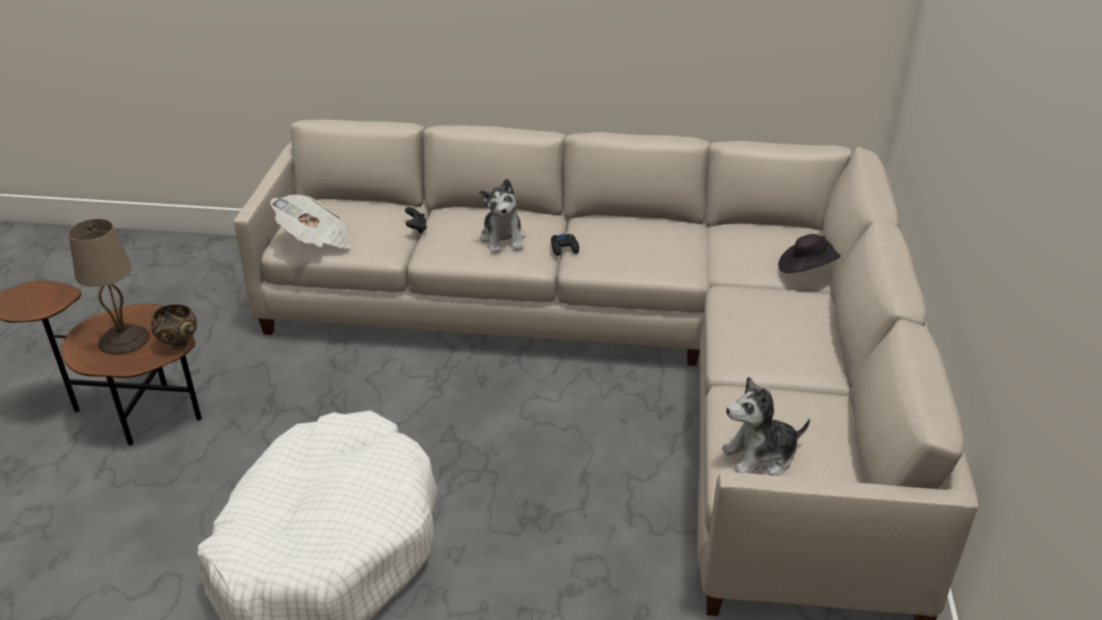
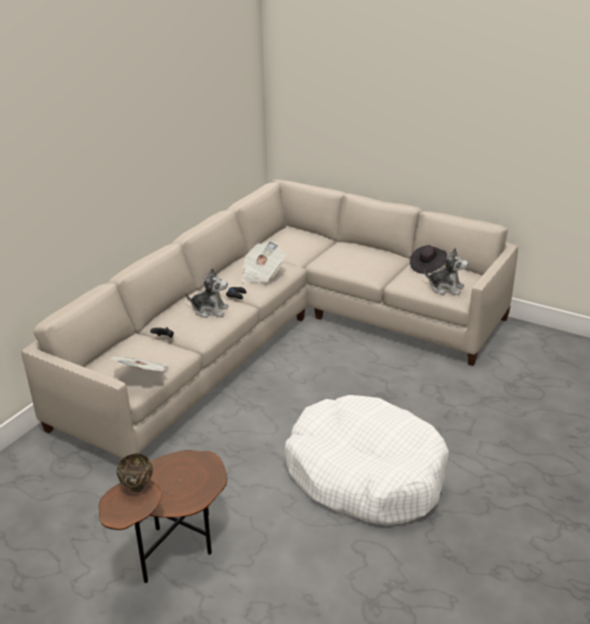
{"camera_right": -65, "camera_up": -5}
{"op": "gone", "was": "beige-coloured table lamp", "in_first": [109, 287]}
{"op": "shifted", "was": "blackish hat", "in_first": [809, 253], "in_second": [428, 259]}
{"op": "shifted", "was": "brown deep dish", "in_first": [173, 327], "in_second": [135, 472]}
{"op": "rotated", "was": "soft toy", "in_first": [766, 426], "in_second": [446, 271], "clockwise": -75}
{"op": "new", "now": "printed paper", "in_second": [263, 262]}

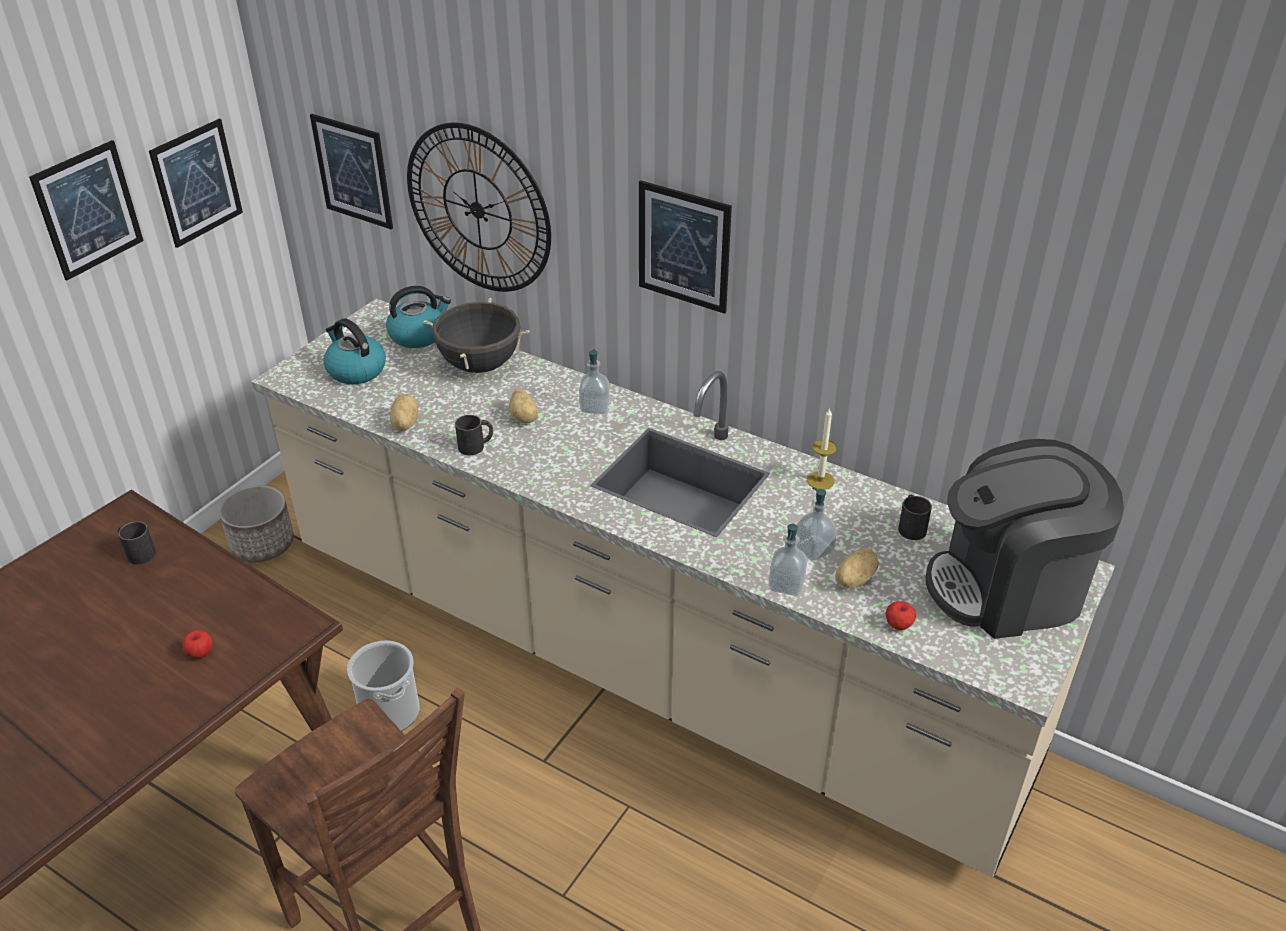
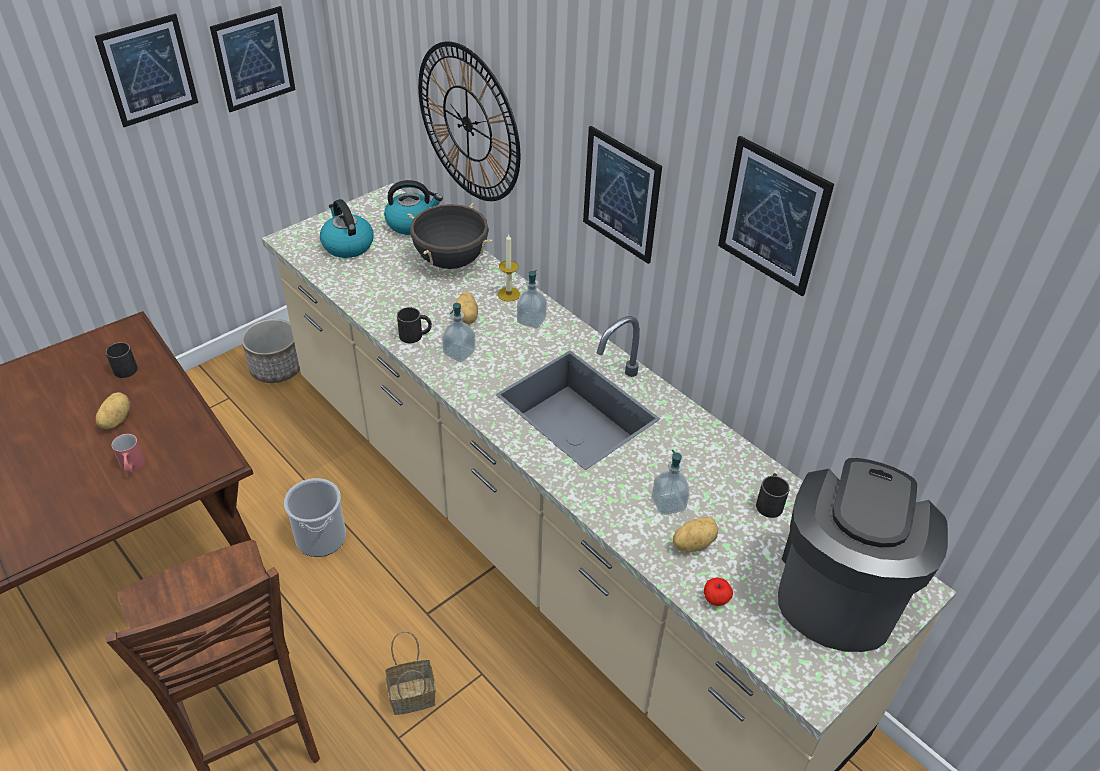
{"camera_right": 15, "camera_up": 5}
{"op": "shifted", "was": "wall art", "in_first": [351, 172], "in_second": [776, 216]}
{"op": "shifted", "was": "spud", "in_first": [404, 412], "in_second": [113, 410]}
{"op": "shifted", "was": "wax light", "in_first": [822, 449], "in_second": [509, 267]}
{"op": "rotated", "was": "coffee maker", "in_first": [1025, 539], "in_second": [863, 555], "clockwise": 105}
{"op": "shifted", "was": "soap dispenser", "in_first": [788, 560], "in_second": [458, 332]}
{"op": "swapped", "was": "apple fruit", "now": "reddish coffee mug", "in_first": [198, 644], "in_second": [128, 454]}
{"op": "new", "now": "storage basket", "in_second": [410, 673]}

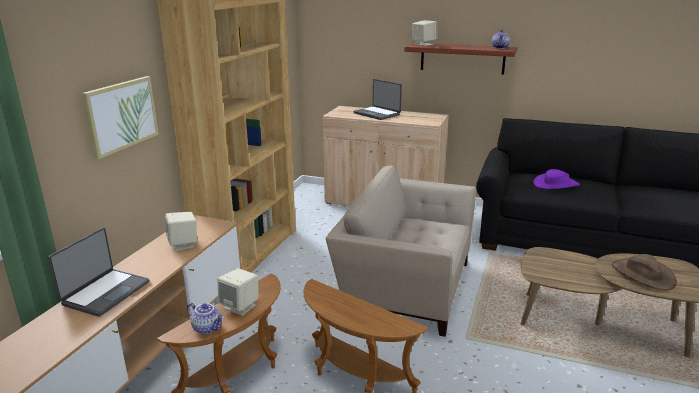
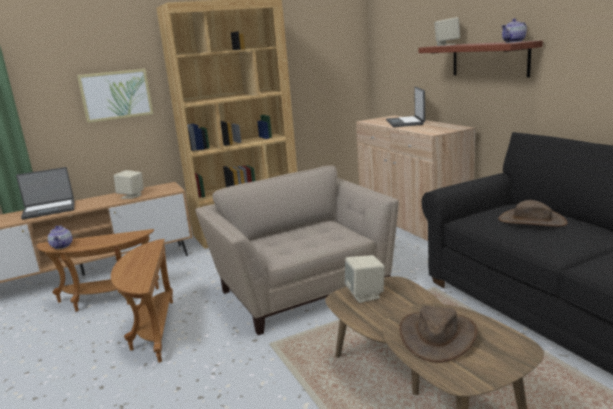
{"camera_right": 45, "camera_up": -5}
{"op": "repainted", "was": "purple hat", "now": "brown hat", "in_first": [557, 179], "in_second": [533, 213]}
{"op": "shifted", "was": "beige-coloured audio speaker", "in_first": [238, 292], "in_second": [365, 279]}

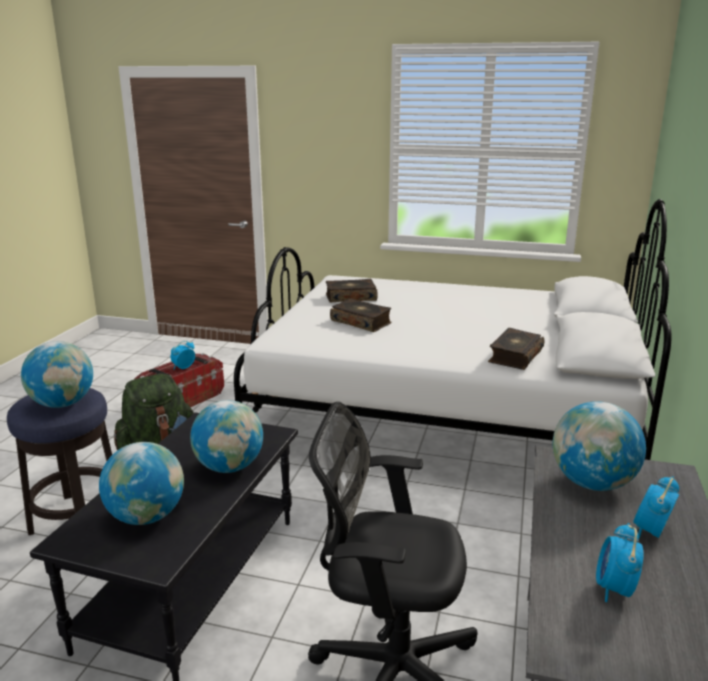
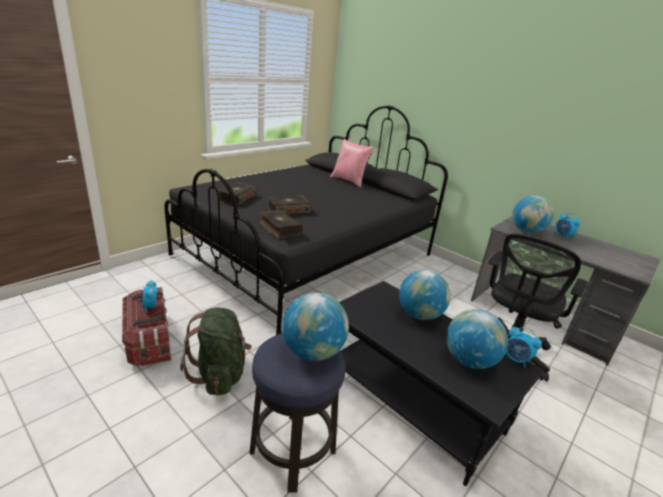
{"camera_right": -65, "camera_up": 5}
{"op": "repainted", "was": "whitish bedroom bed", "now": "blackish bedroom bed", "in_first": [452, 329], "in_second": [306, 220]}
{"op": "shifted", "was": "book", "in_first": [516, 349], "in_second": [281, 224]}
{"op": "shifted", "was": "table clock", "in_first": [619, 562], "in_second": [523, 347]}
{"op": "new", "now": "pink-coloured pillow", "in_second": [352, 163]}

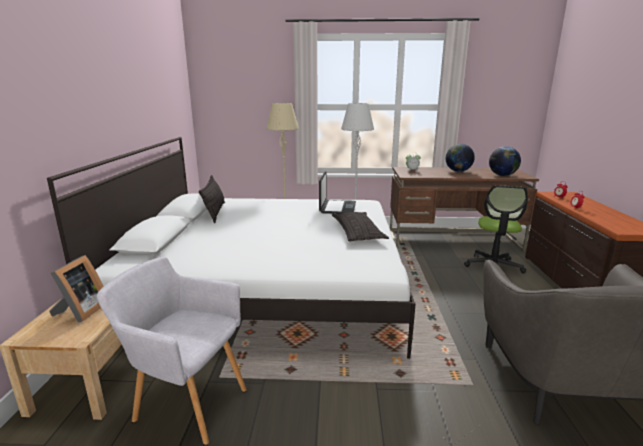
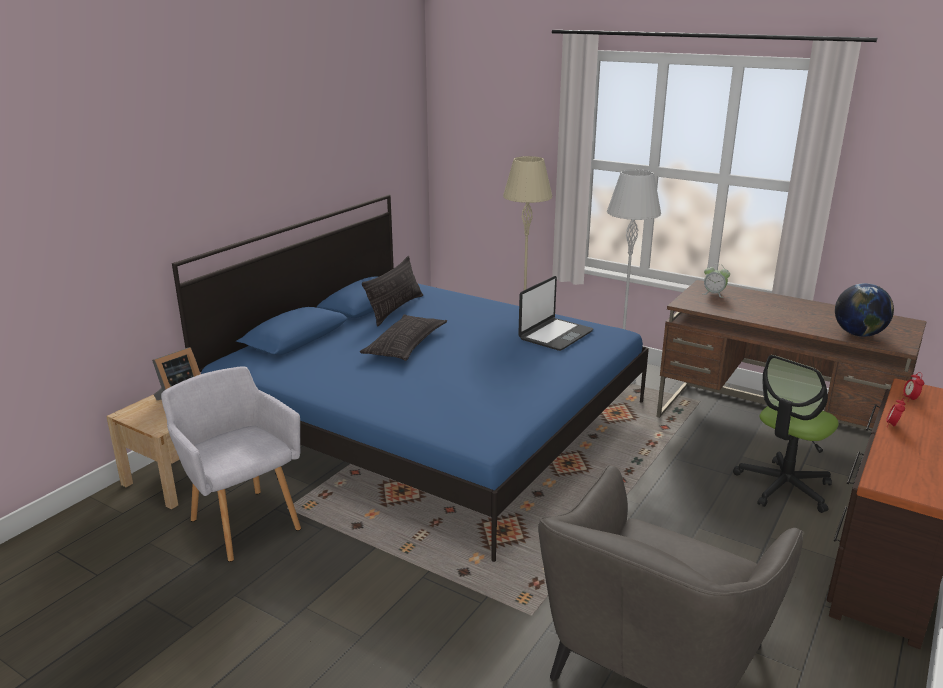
{"camera_right": 30, "camera_up": 5}
{"op": "repainted", "was": "whitish bedroom bed", "now": "blue-coloured bedroom bed", "in_first": [231, 248], "in_second": [410, 378]}
{"op": "gone", "was": "globe", "in_first": [460, 158]}
{"op": "shifted", "was": "pillow", "in_first": [360, 226], "in_second": [403, 338]}

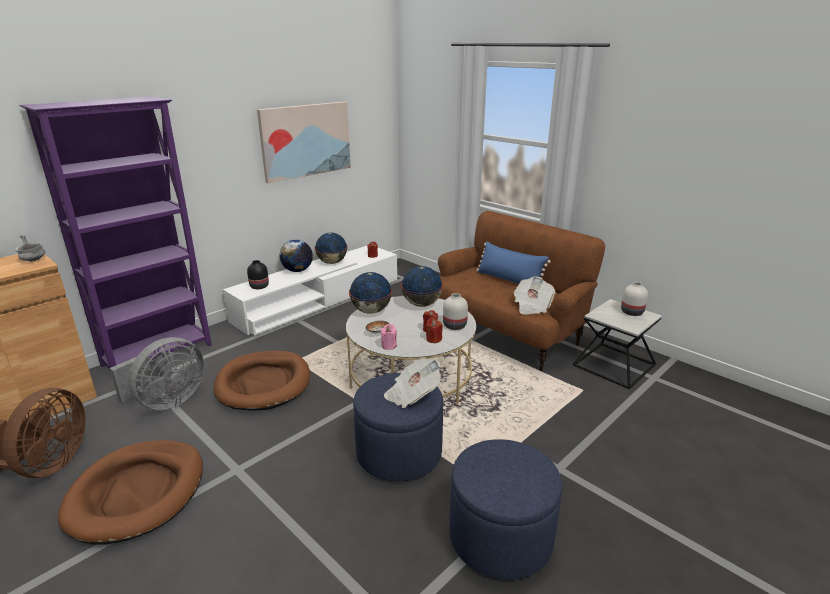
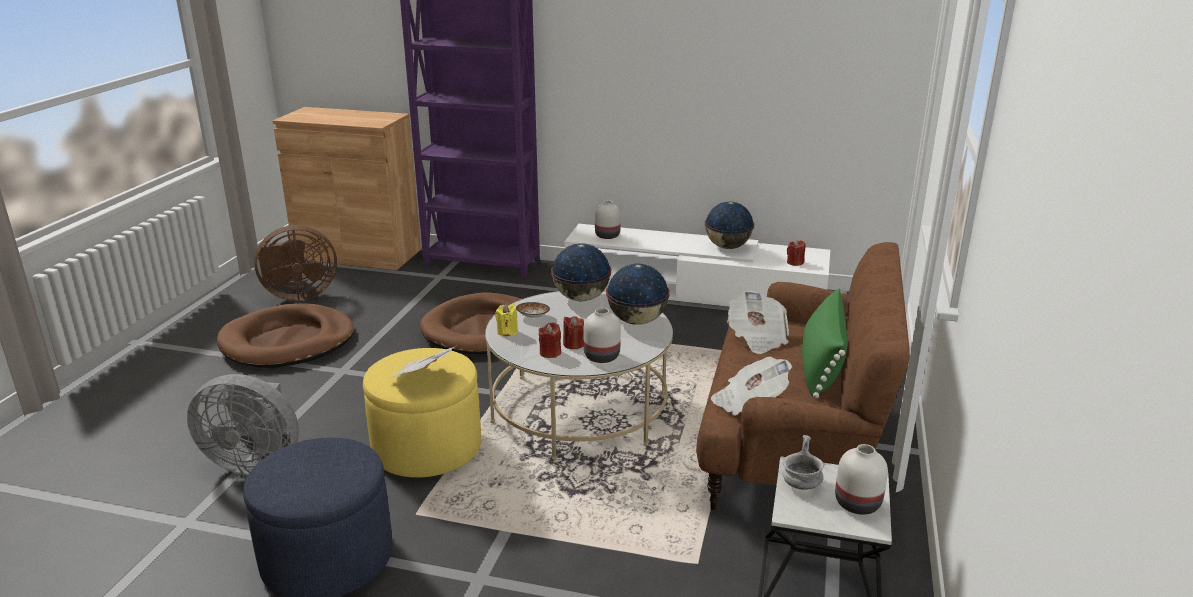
{"camera_right": 60, "camera_up": 0}
{"op": "gone", "was": "wall art", "in_first": [304, 143]}
{"op": "shifted", "was": "gray deep dish", "in_first": [30, 248], "in_second": [803, 462]}
{"op": "gone", "was": "globe", "in_first": [296, 255]}
{"op": "repainted", "was": "blue-coloured pillow", "now": "greenish pillow", "in_first": [514, 262], "in_second": [824, 343]}
{"op": "repainted", "was": "blackish flower vase", "now": "whitish flower vase", "in_first": [258, 274], "in_second": [608, 219]}
{"op": "repainted", "was": "pink-coloured wax light", "now": "yellow wax light", "in_first": [389, 337], "in_second": [506, 320]}
{"op": "shifted", "was": "gray electric fan", "in_first": [157, 373], "in_second": [243, 424]}
{"op": "repainted", "was": "blue-coloured footrest", "now": "yellow footrest", "in_first": [398, 427], "in_second": [422, 413]}
{"op": "new", "now": "printed paper", "in_second": [758, 322]}

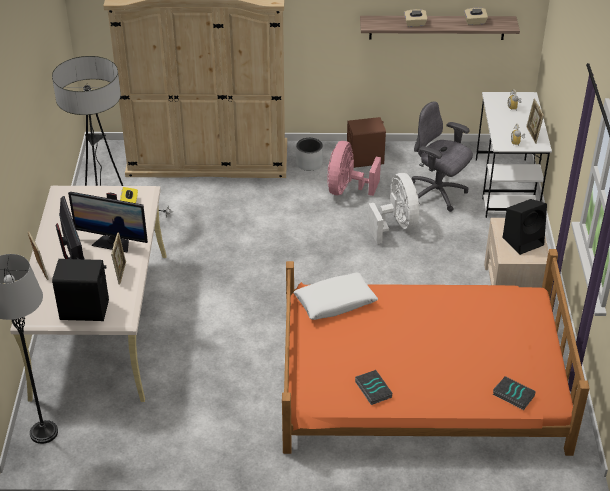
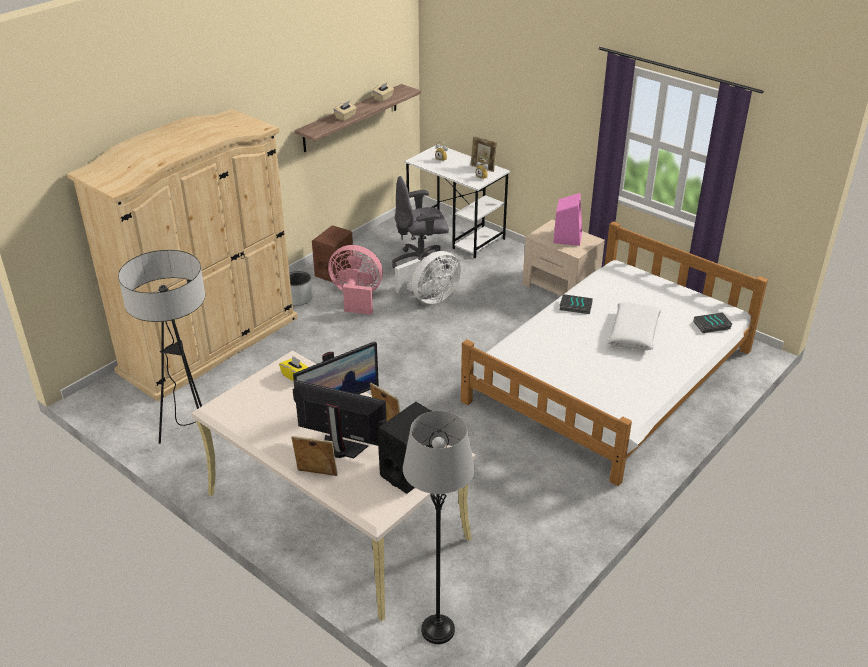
{"camera_right": -50, "camera_up": -5}
{"op": "rotated", "was": "pink-coloured electric fan", "in_first": [354, 168], "in_second": [355, 280], "clockwise": 135}
{"op": "rotated", "was": "whitish electric fan", "in_first": [394, 208], "in_second": [428, 277], "clockwise": 120}
{"op": "repainted", "was": "blackish audio speaker", "now": "pink-coloured audio speaker", "in_first": [525, 227], "in_second": [568, 219]}
{"op": "repainted", "was": "orangey bedroom bed", "now": "whitish bedroom bed", "in_first": [436, 352], "in_second": [614, 353]}
{"op": "shifted", "was": "whitish pillow", "in_first": [336, 296], "in_second": [634, 326]}
{"op": "shifted", "was": "book", "in_first": [373, 387], "in_second": [576, 304]}

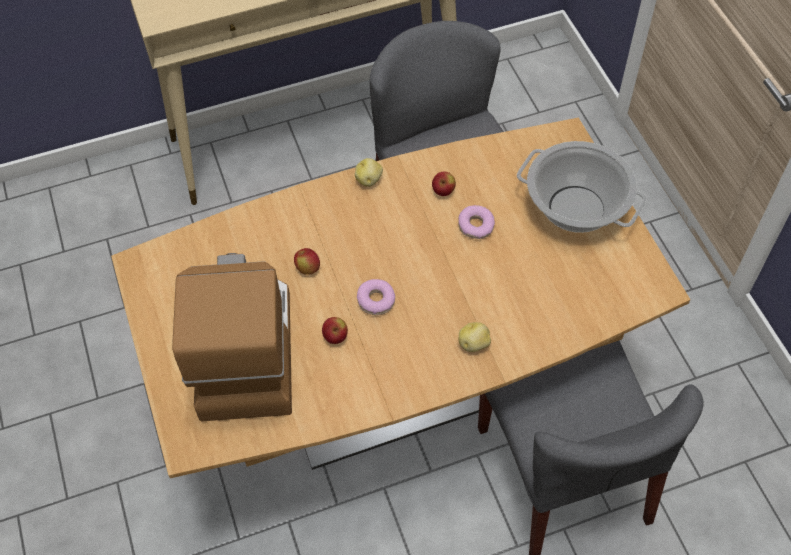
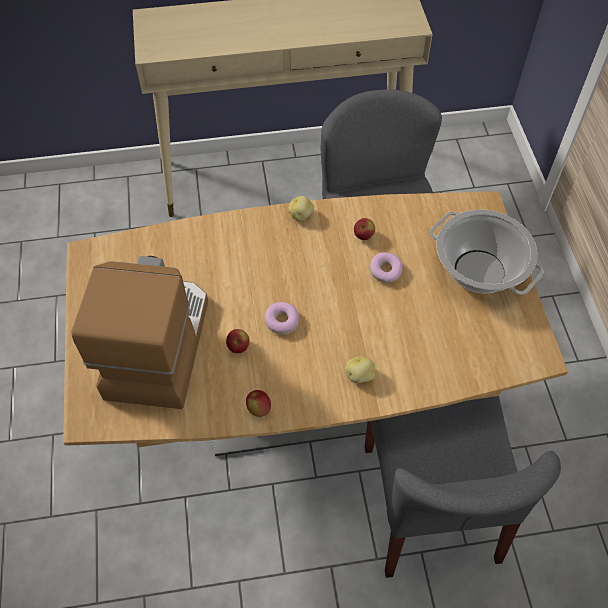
{"camera_right": 10, "camera_up": 0}
{"op": "shifted", "was": "apple fruit", "in_first": [307, 261], "in_second": [258, 403]}

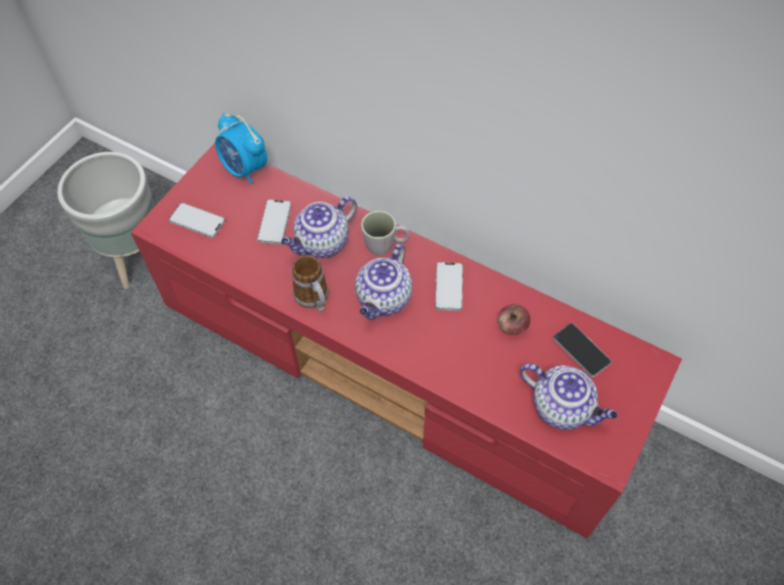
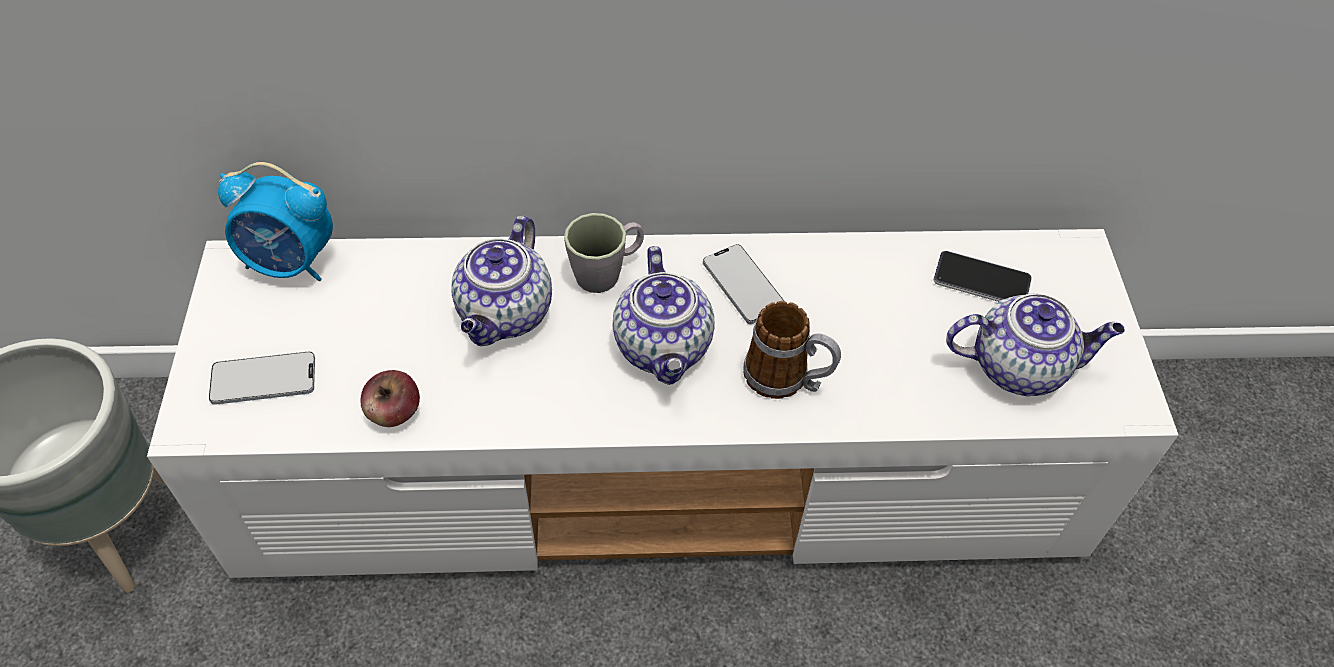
{"camera_right": -35, "camera_up": -5}
{"op": "repainted", "was": "reddish tv unit", "now": "whitish tv unit", "in_first": [406, 340], "in_second": [662, 403]}
{"op": "gone", "was": "telephone", "in_first": [274, 221]}
{"op": "shifted", "was": "coffee mug", "in_first": [310, 283], "in_second": [792, 350]}
{"op": "shifted", "was": "apple fruit", "in_first": [514, 319], "in_second": [390, 398]}

